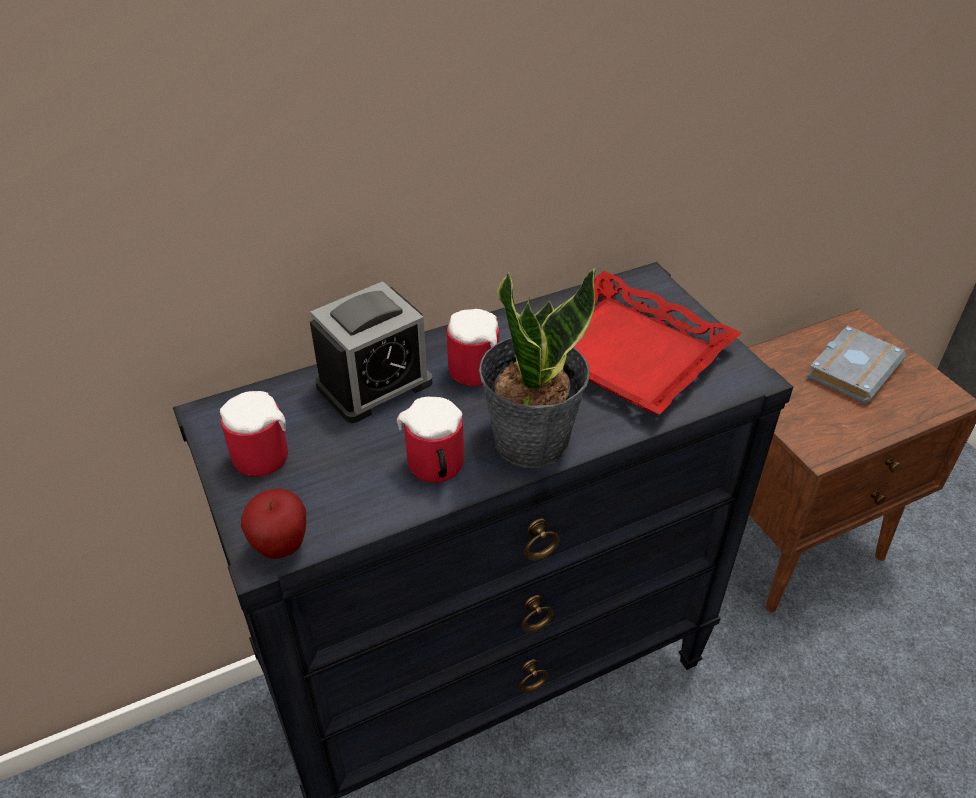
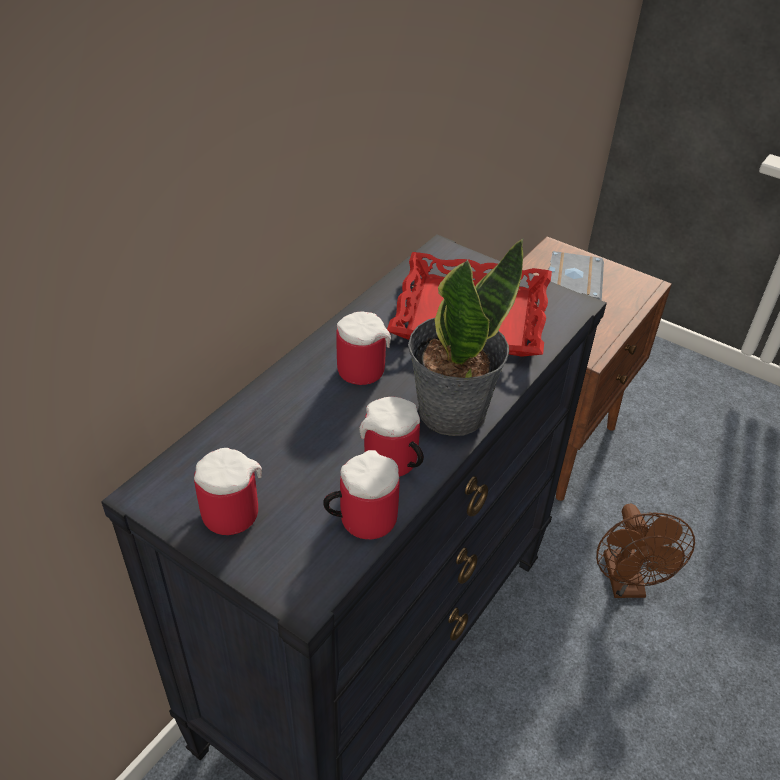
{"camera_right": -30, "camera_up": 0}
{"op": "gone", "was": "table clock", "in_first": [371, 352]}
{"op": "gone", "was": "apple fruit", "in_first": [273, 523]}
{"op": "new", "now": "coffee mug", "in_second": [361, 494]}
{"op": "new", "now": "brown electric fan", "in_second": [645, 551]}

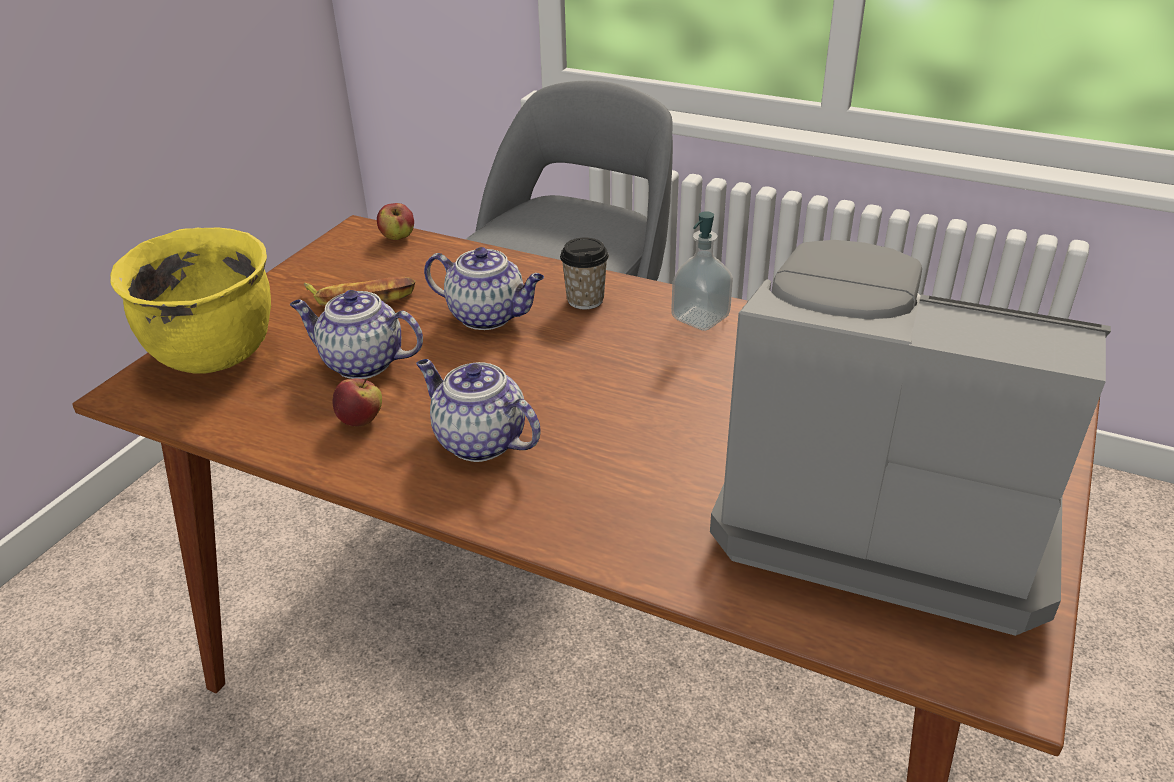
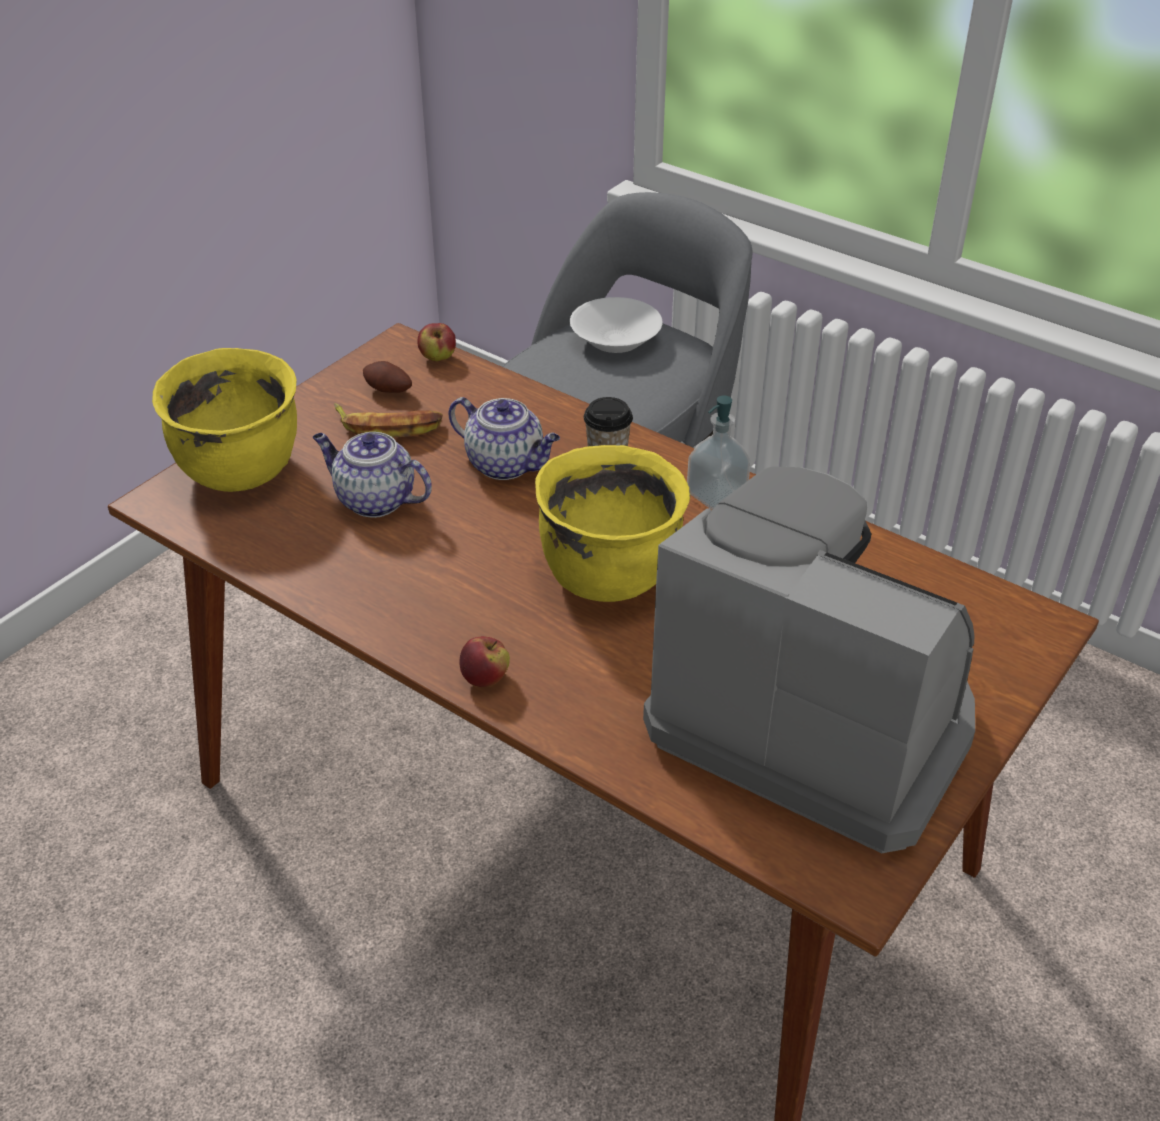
{"camera_right": 10, "camera_up": 5}
{"op": "gone", "was": "pot for tea", "in_first": [478, 410]}
{"op": "shifted", "was": "apple fruit", "in_first": [357, 402], "in_second": [484, 661]}
{"op": "new", "now": "whitish deep dish", "in_second": [616, 325]}
{"op": "new", "now": "spud", "in_second": [387, 377]}
{"op": "new", "now": "yellow stockpot", "in_second": [612, 523]}

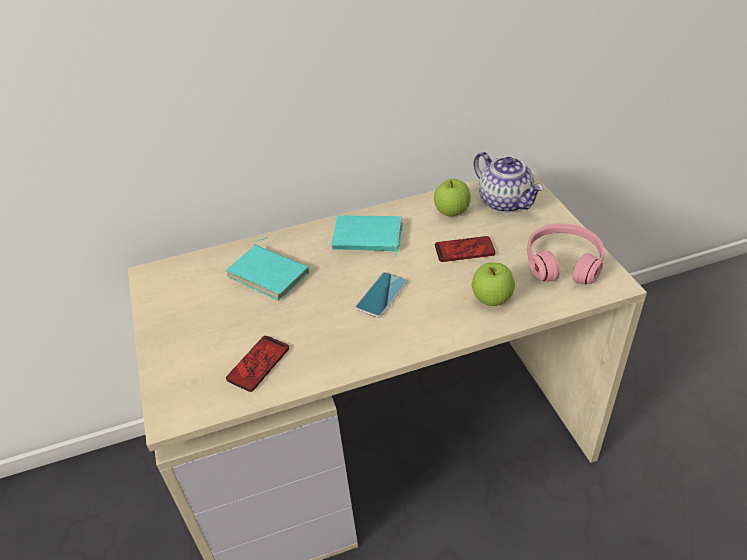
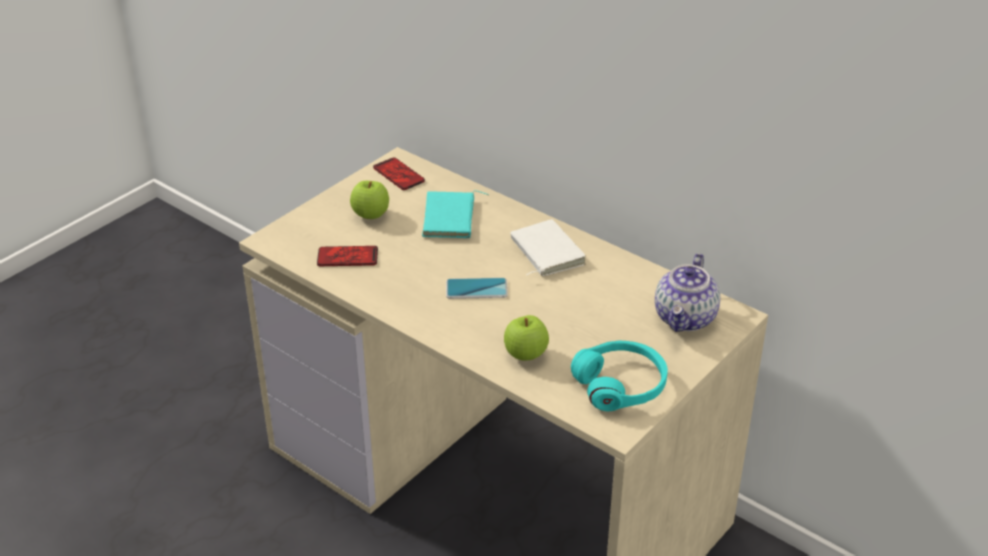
{"camera_right": 55, "camera_up": -5}
{"op": "shifted", "was": "apple fruit", "in_first": [452, 198], "in_second": [369, 200]}
{"op": "repainted", "was": "turquoise-coloured book", "now": "whitish book", "in_first": [367, 236], "in_second": [548, 248]}
{"op": "repainted", "was": "pink-coloured headset", "now": "turquoise-coloured headset", "in_first": [565, 254], "in_second": [619, 376]}
{"op": "shifted", "was": "telephone", "in_first": [465, 249], "in_second": [399, 173]}

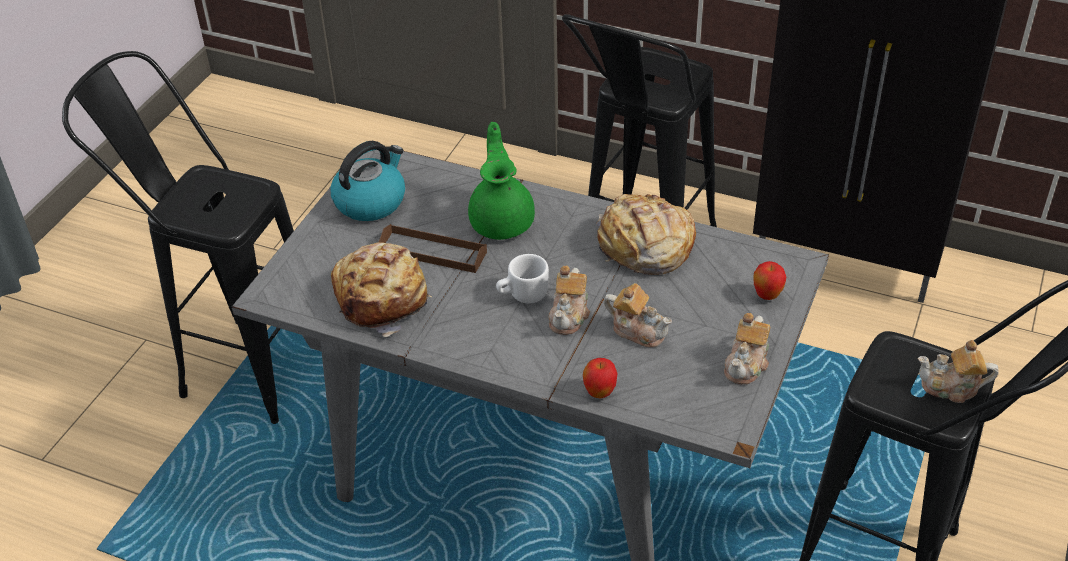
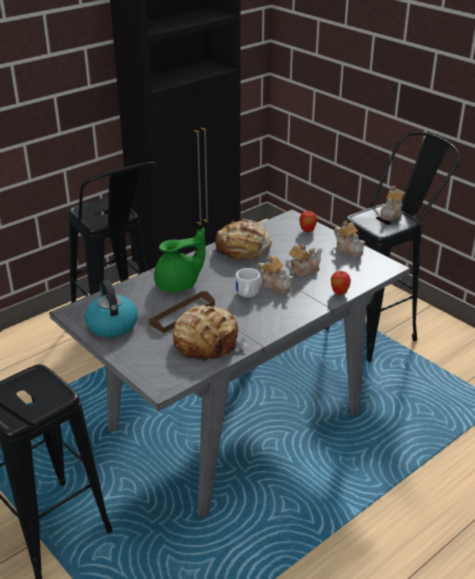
{"camera_right": -65, "camera_up": -10}
{"op": "rotated", "was": "greenish pot for tea", "in_first": [501, 181], "in_second": [179, 260], "clockwise": 135}

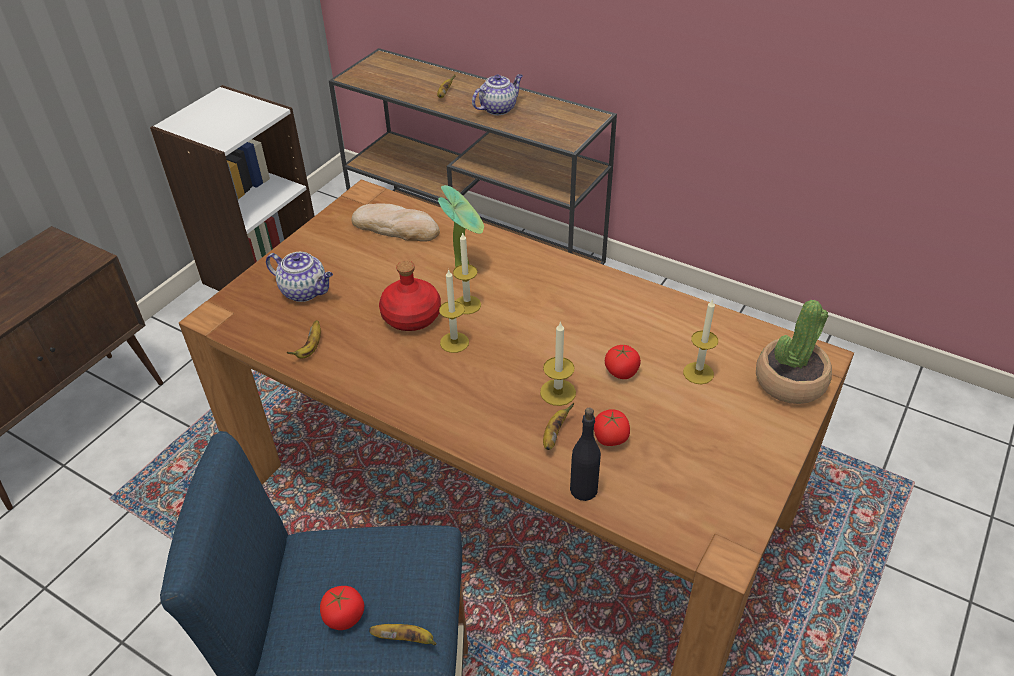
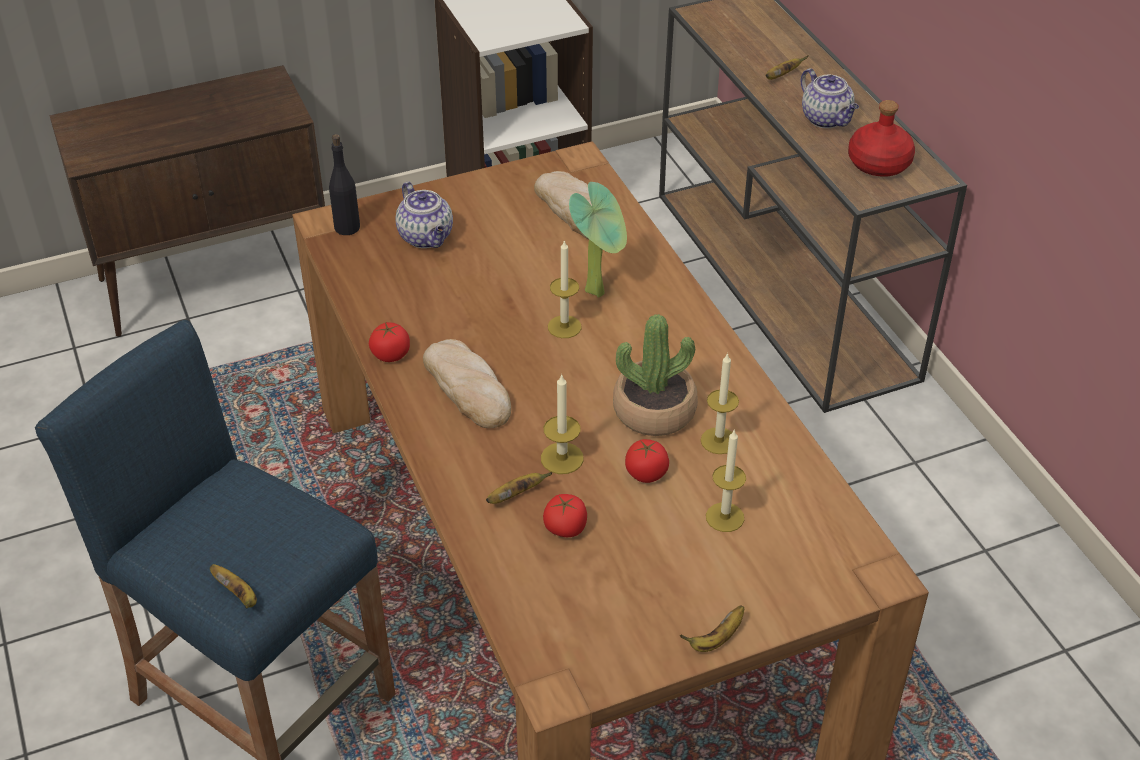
{"camera_right": 35, "camera_up": 0}
{"op": "rotated", "was": "pot for tea", "in_first": [497, 94], "in_second": [830, 98], "clockwise": 60}
{"op": "shifted", "was": "reddish drink bottle", "in_first": [410, 296], "in_second": [881, 138]}
{"op": "shifted", "was": "wax light", "in_first": [454, 311], "in_second": [720, 403]}
{"op": "shifted", "was": "plant in a pot", "in_first": [794, 352], "in_second": [655, 375]}
{"op": "shifted", "was": "whole banana", "in_first": [304, 339], "in_second": [712, 628]}
{"op": "shifted", "was": "blackish drink bottle", "in_first": [585, 454], "in_second": [344, 184]}
{"op": "shifted", "was": "tomato", "in_first": [342, 608], "in_second": [389, 342]}
{"op": "new", "now": "bakery bread", "in_second": [467, 383]}

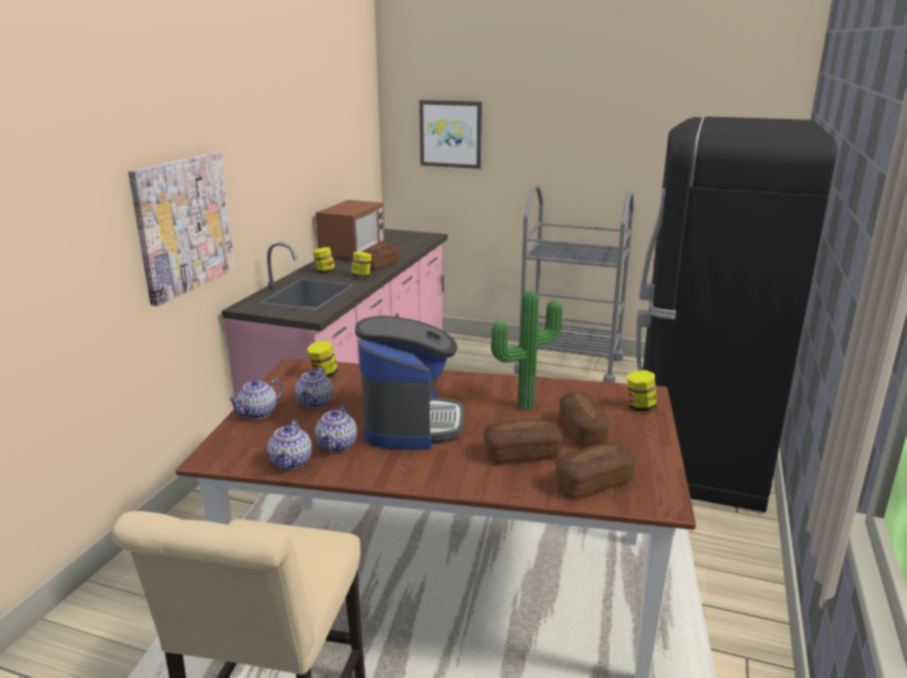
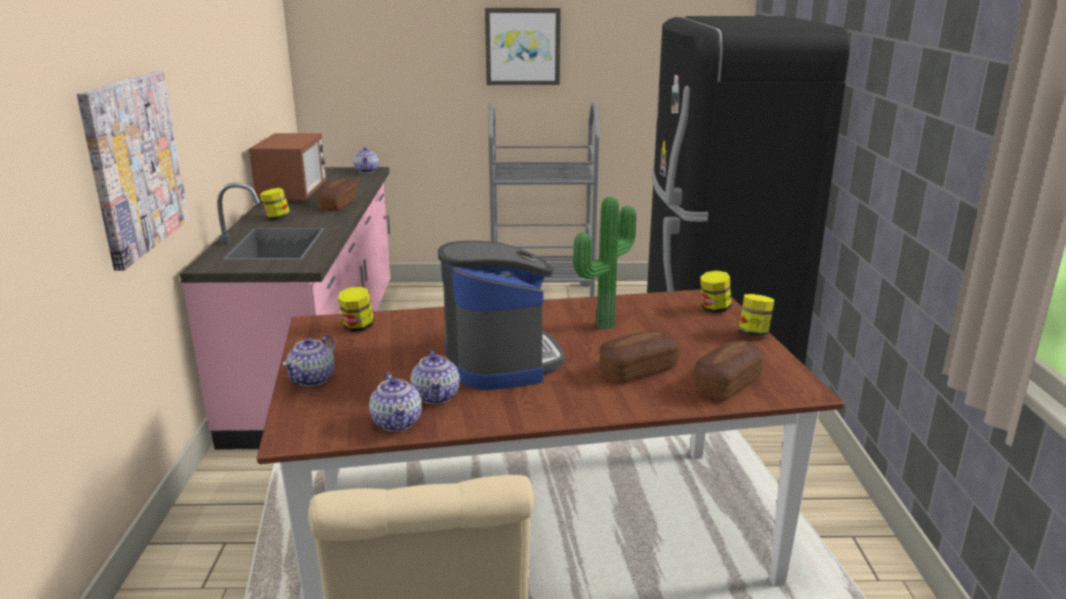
{"camera_right": -20, "camera_up": 0}
{"op": "shifted", "was": "wall art", "in_first": [450, 134], "in_second": [523, 46]}
{"op": "shifted", "was": "storage jar", "in_first": [361, 265], "in_second": [756, 315]}
{"op": "shifted", "was": "pot for tea", "in_first": [314, 387], "in_second": [366, 160]}
{"op": "gone", "was": "bakery bread", "in_first": [585, 419]}

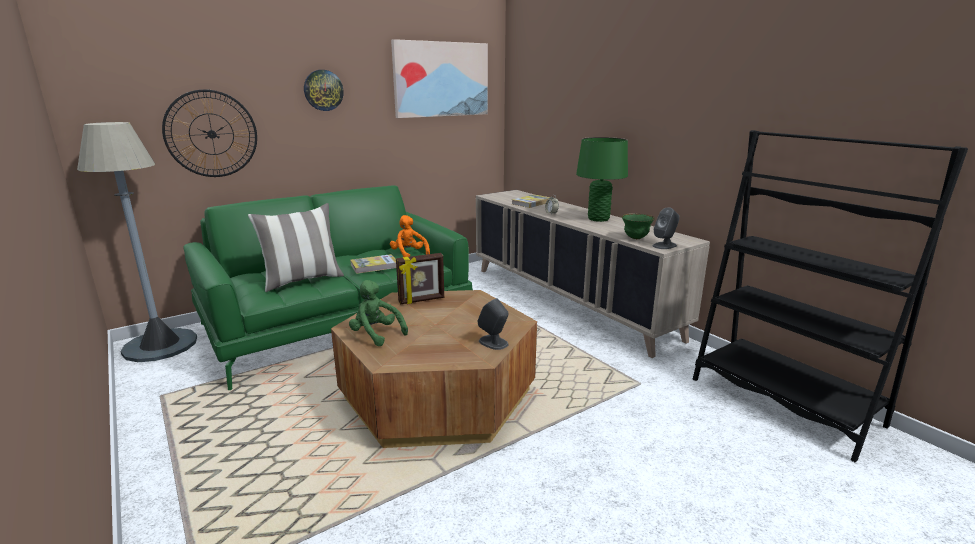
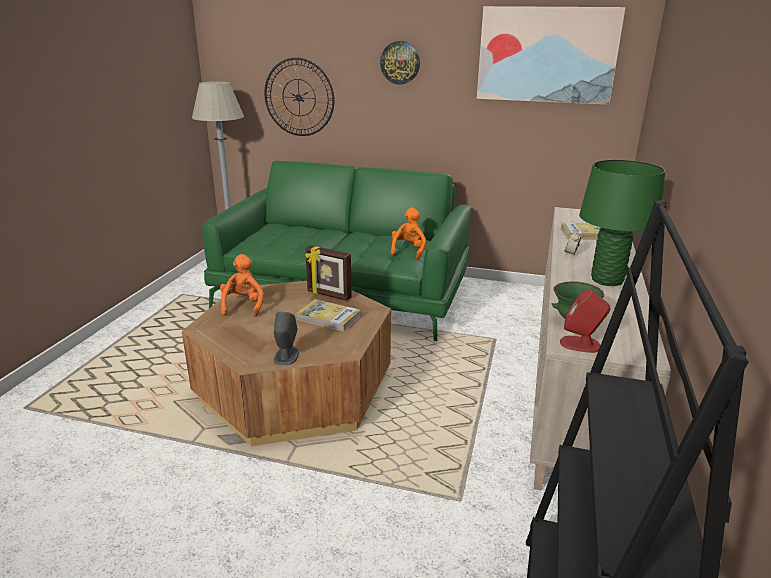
{"camera_right": 50, "camera_up": 5}
{"op": "gone", "was": "pillow", "in_first": [296, 247]}
{"op": "repainted", "was": "gray audio speaker", "now": "reddish audio speaker", "in_first": [666, 228], "in_second": [585, 321]}
{"op": "shifted", "was": "book", "in_first": [373, 264], "in_second": [328, 315]}
{"op": "repainted", "was": "greenish soft toy", "now": "orangey soft toy", "in_first": [378, 313], "in_second": [242, 285]}

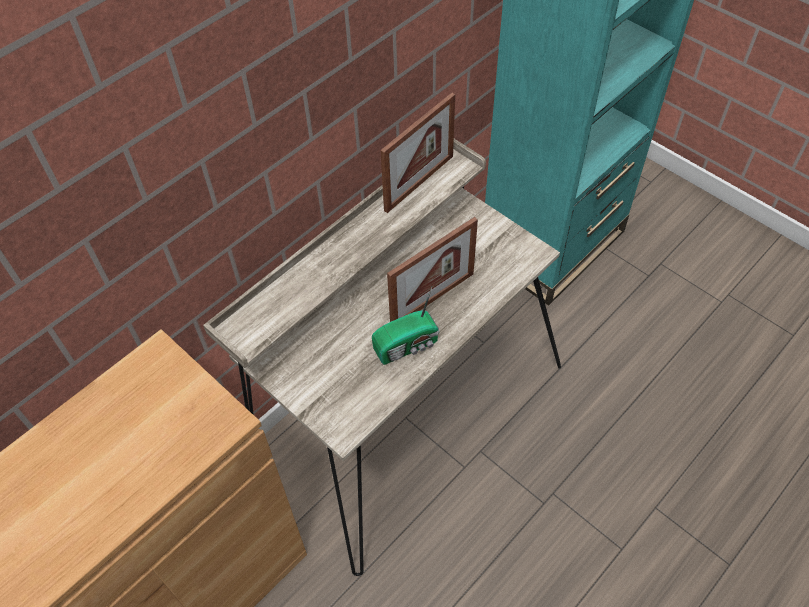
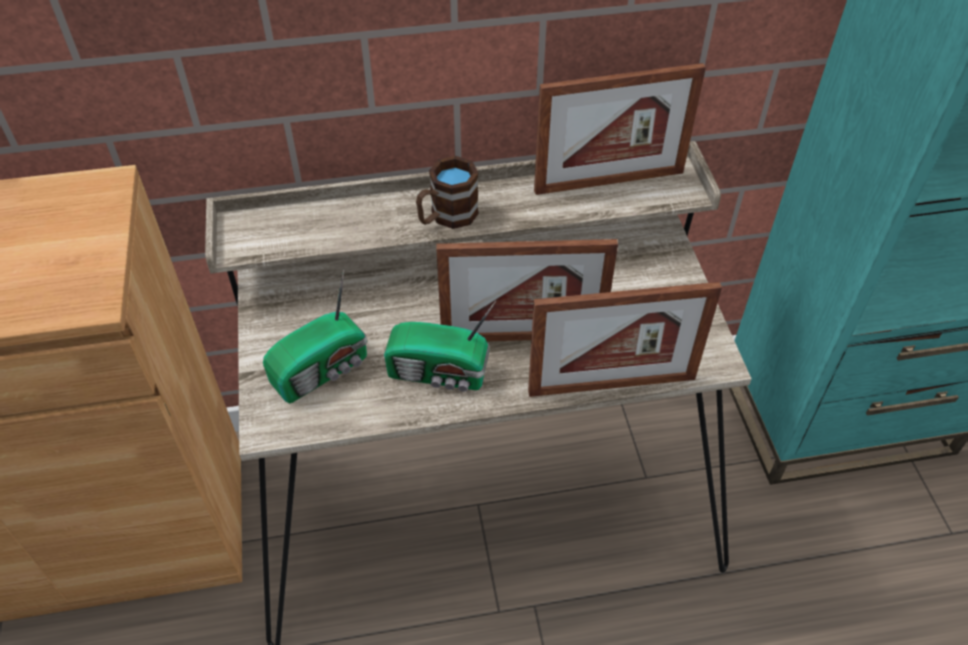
{"camera_right": 35, "camera_up": -5}
{"op": "new", "now": "brown coffee mug", "in_second": [447, 192]}
{"op": "new", "now": "radio receiver", "in_second": [315, 336]}
{"op": "new", "now": "picture frame", "in_second": [625, 339]}

